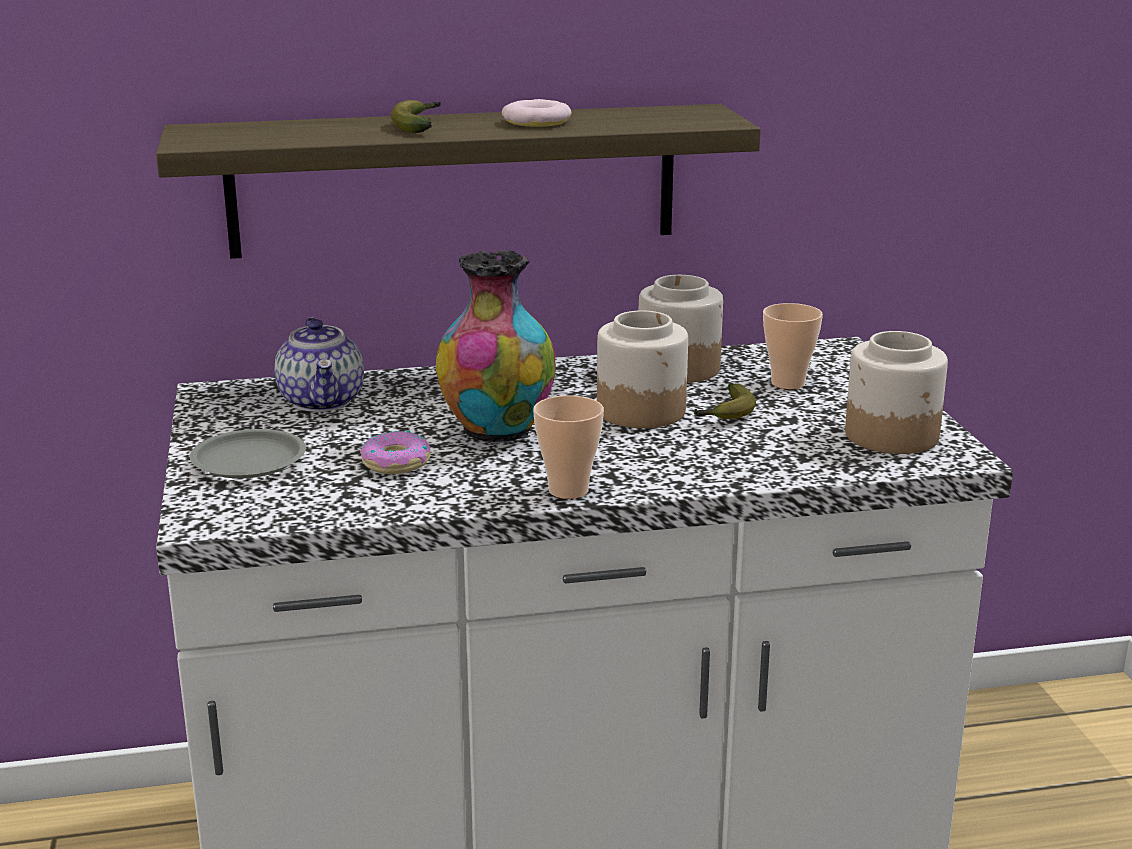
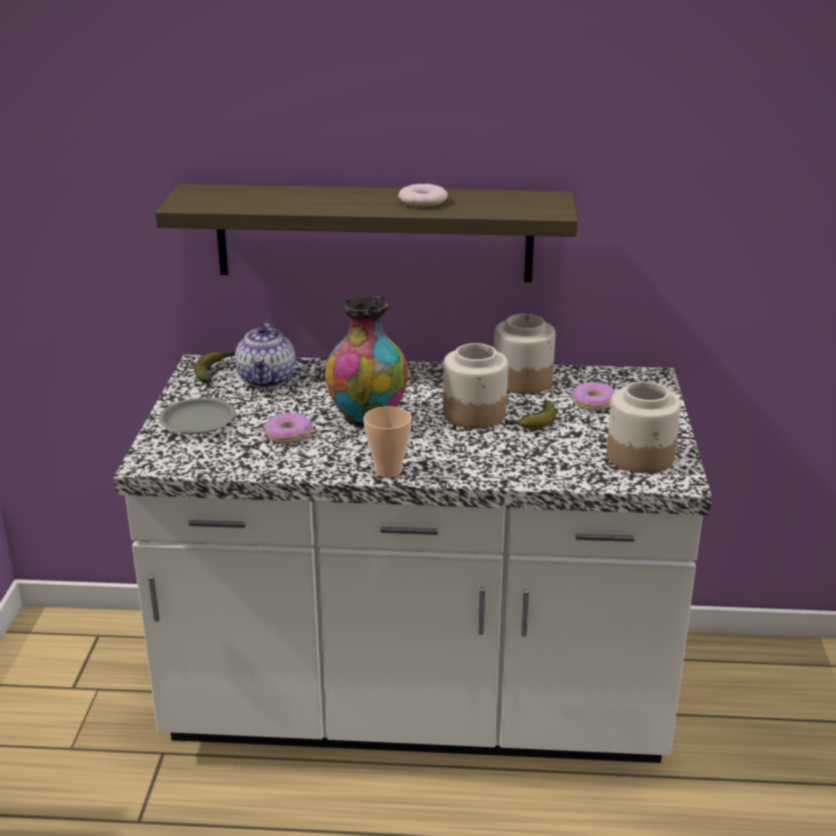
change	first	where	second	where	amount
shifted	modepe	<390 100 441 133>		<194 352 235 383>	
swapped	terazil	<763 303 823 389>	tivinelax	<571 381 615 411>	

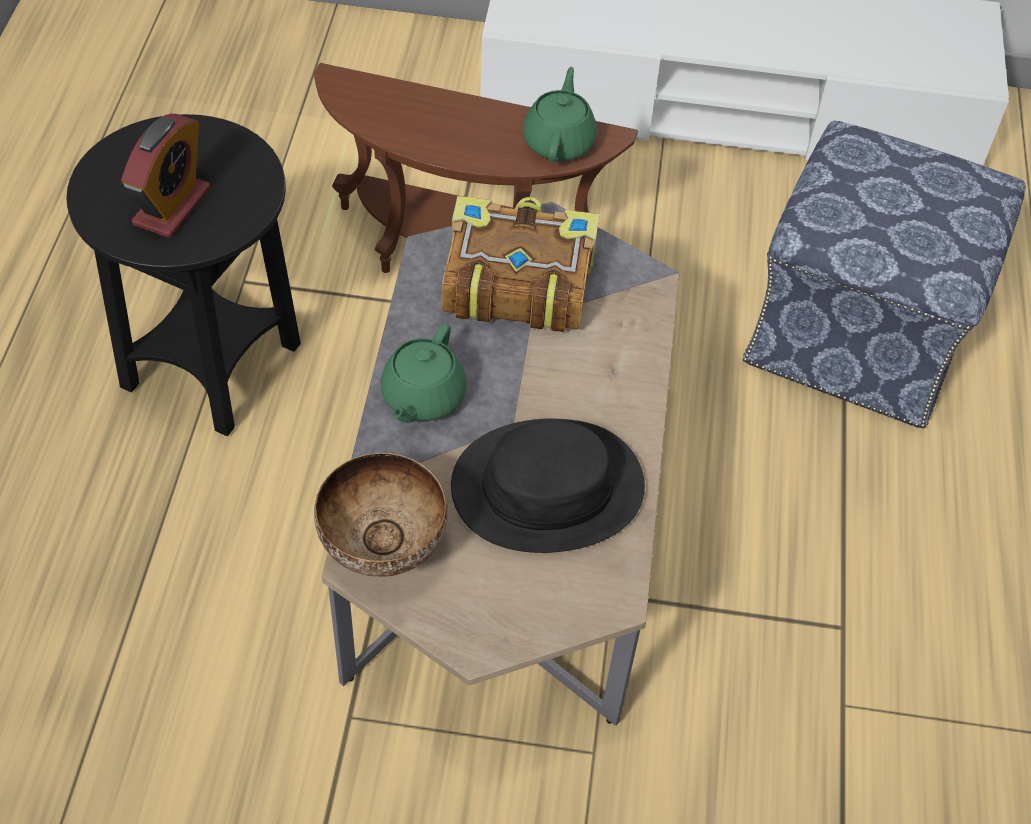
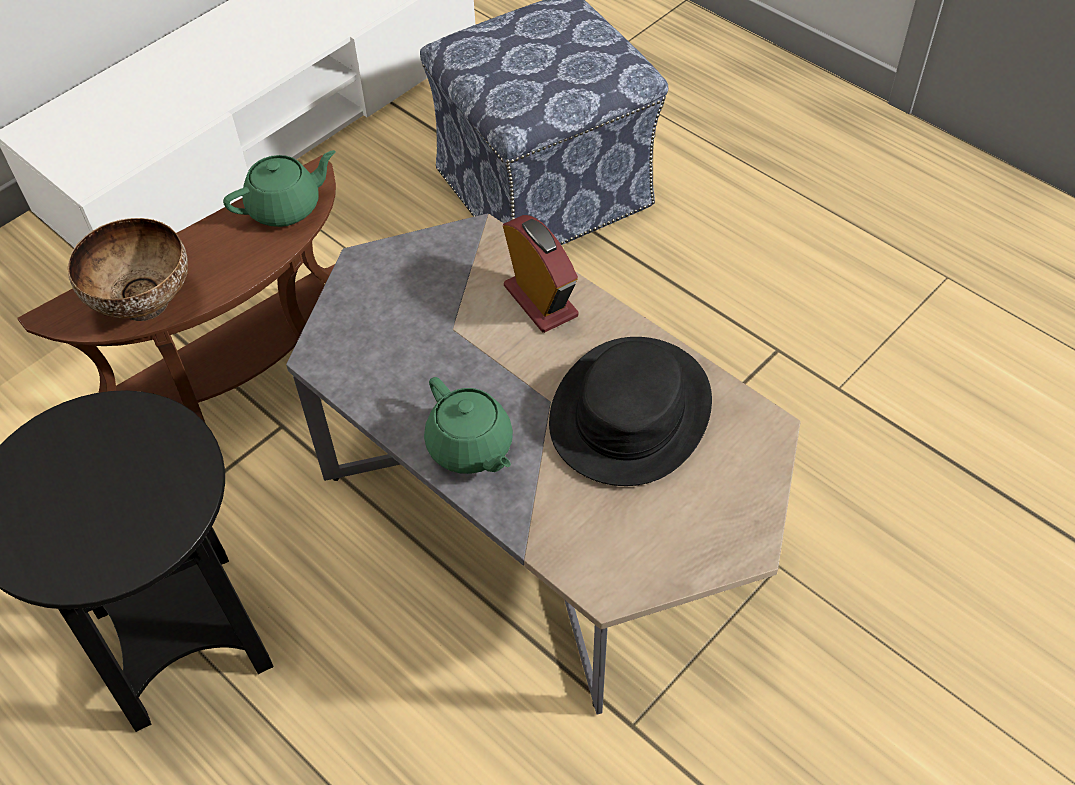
change	first	where	second	where	amount
shifted	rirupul	<314 453 448 577>		<68 218 188 321>	
rotated	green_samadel	<523 67 597 162>		<223 150 335 227>	105 degrees clockwise
shifted	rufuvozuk	<121 114 210 238>		<503 215 578 333>	
gone	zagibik	<442 196 599 332>			

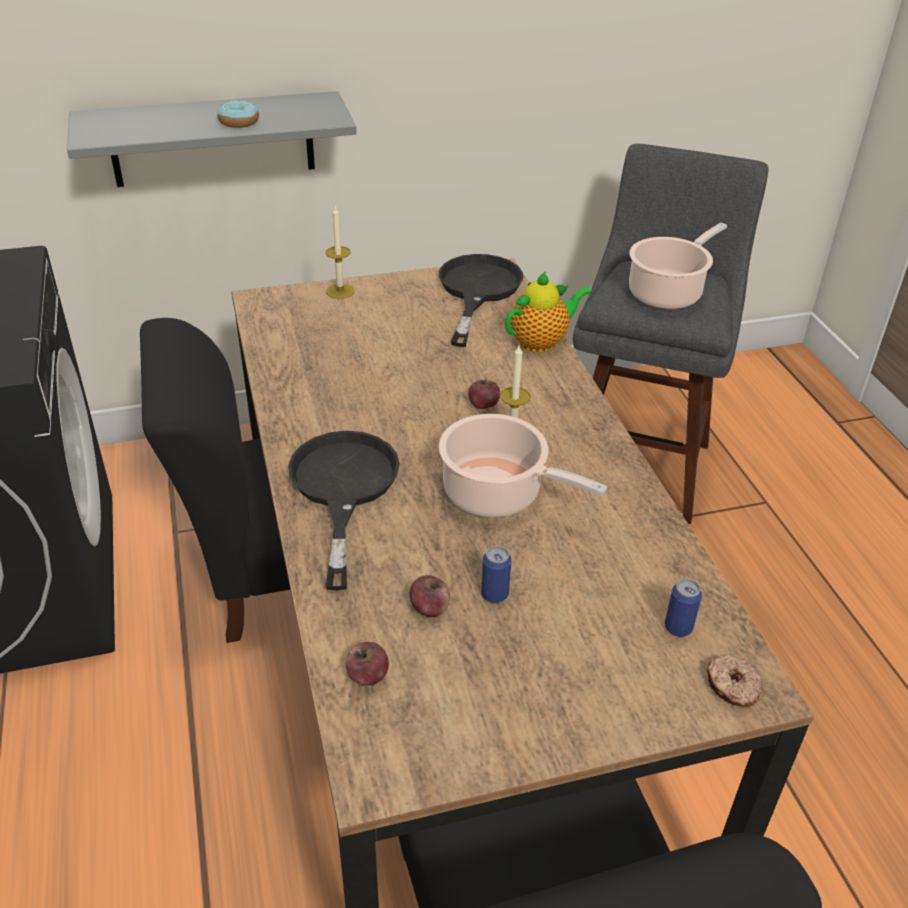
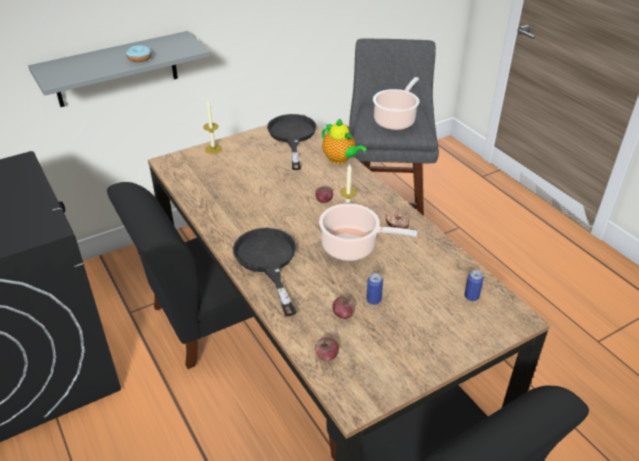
change	first	where	second	where	amount
rotated	samadel	<505 271 593 353>		<322 119 366 164>	90 degrees clockwise
shifted	tivinelax	<706 654 762 707>		<385 211 410 229>	

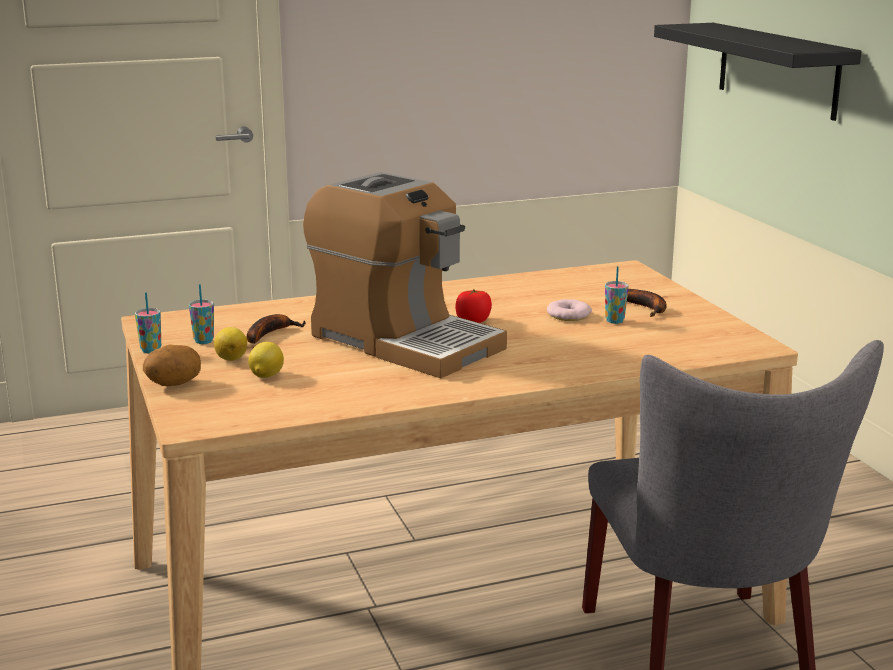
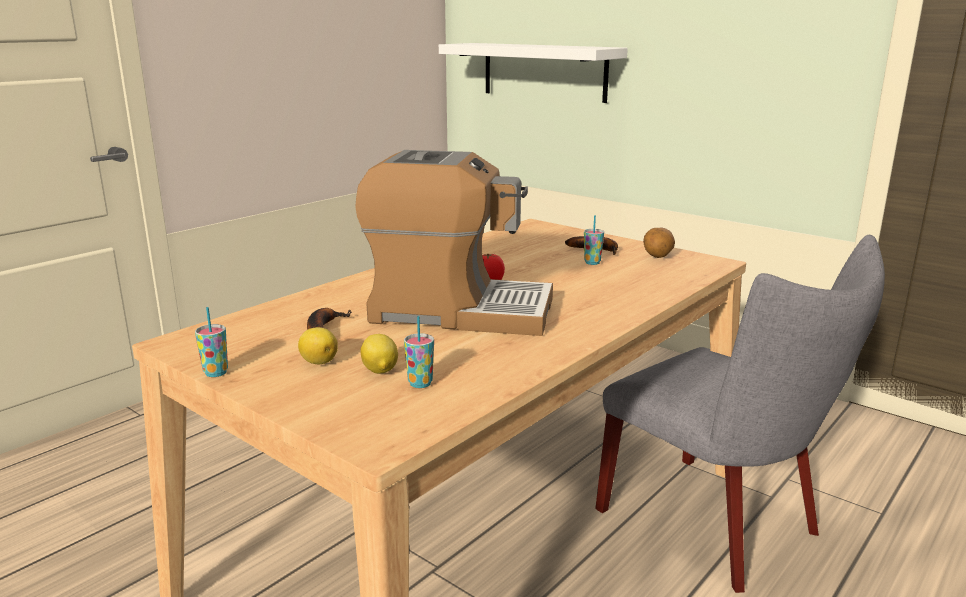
change	first	where	second	where	amount
shifted	terazil	<189 284 214 344>		<404 316 434 388>	
repainted	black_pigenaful	<654 23 862 121>	white_pigenaful	<439 43 628 103>	
shifted	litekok	<143 345 201 386>		<643 227 675 258>	
gone	tivinelax	<547 299 592 321>			

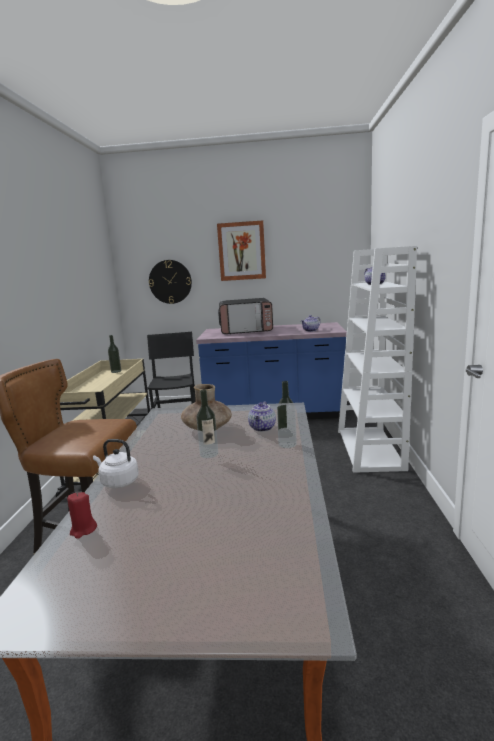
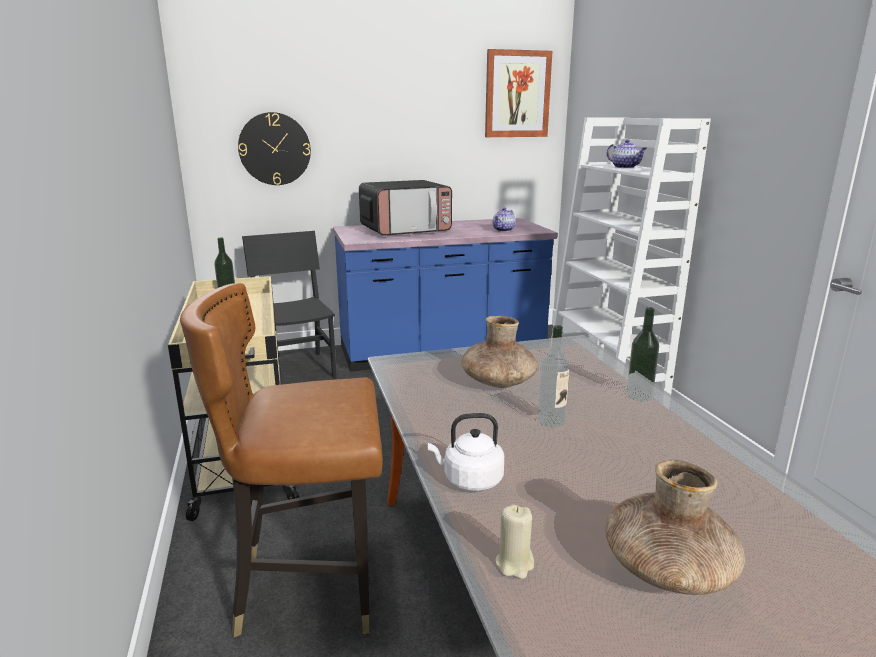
change	first	where	second	where	amount
shifted	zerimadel	<217 220 266 281>		<485 49 552 137>	
repainted	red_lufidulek	<67 492 97 539>	beige_lufidulek	<495 504 534 579>	
new			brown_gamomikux	<605 460 745 595>	
gone	samadel	<248 401 276 432>			

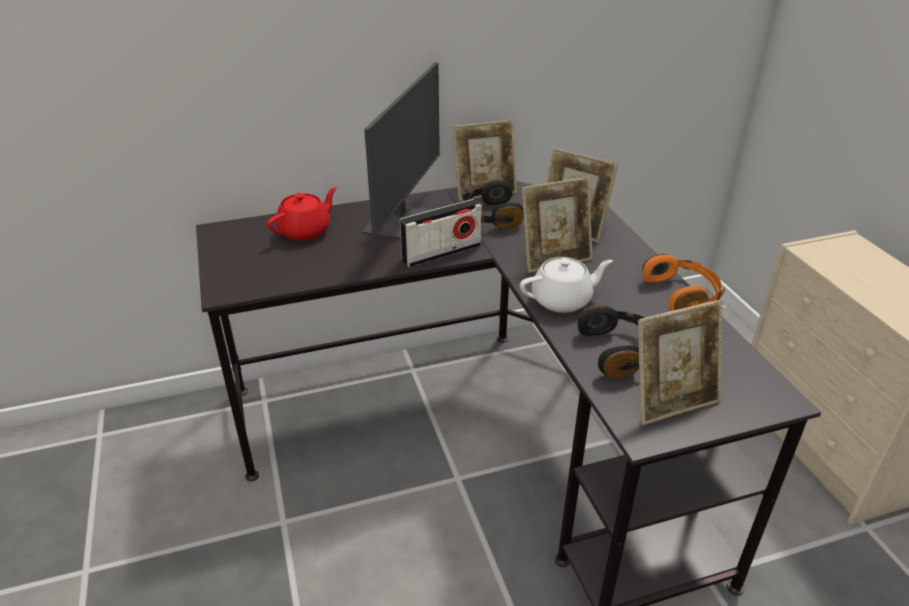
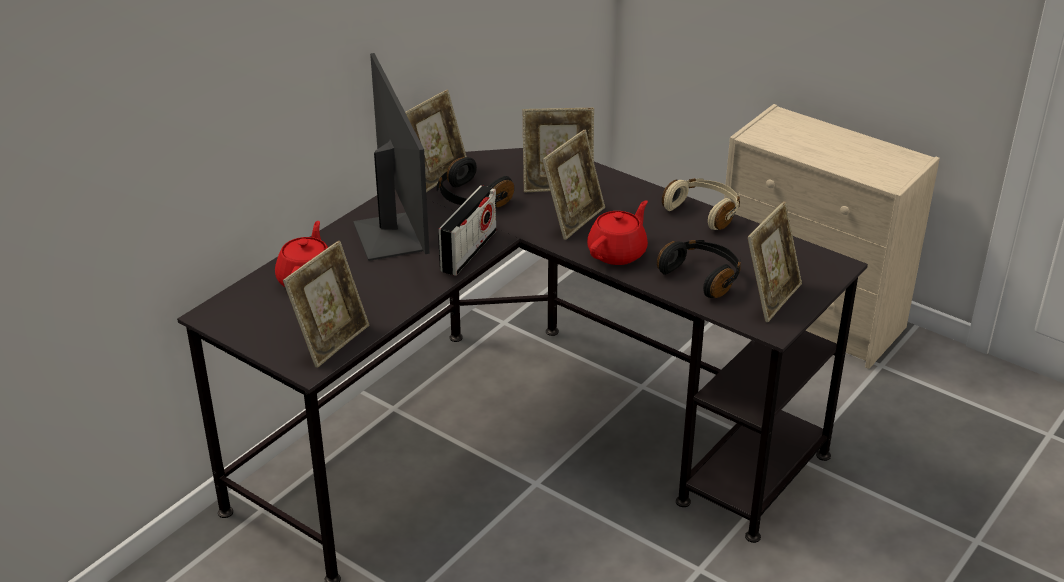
change	first	where	second	where	amount
new			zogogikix	<283 241 369 368>	
repainted	white_samadel	<520 257 613 313>	red_samadel	<587 200 648 265>	
repainted	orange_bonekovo	<642 254 725 311>	beige_bonekovo	<662 178 740 230>	

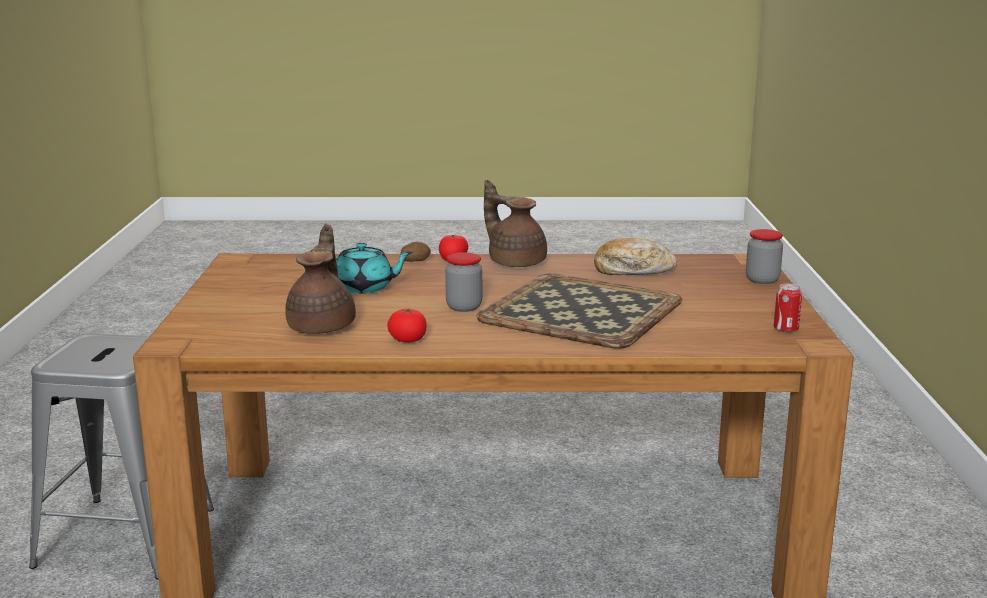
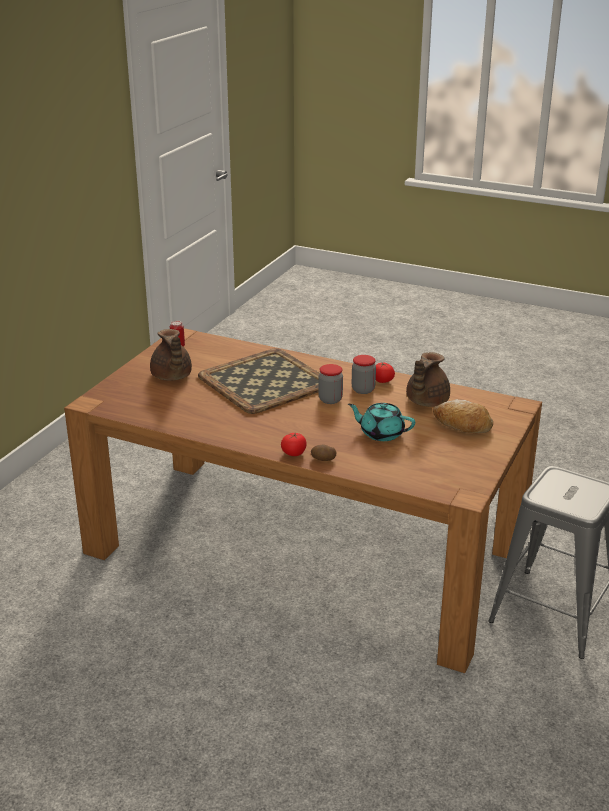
change	first	where	second	where	amount
shifted	brown_samadel	<484 180 547 267>		<150 329 192 381>	
shifted	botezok	<746 229 783 284>		<352 355 376 394>	
shifted	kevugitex	<594 238 677 275>		<433 399 493 434>	

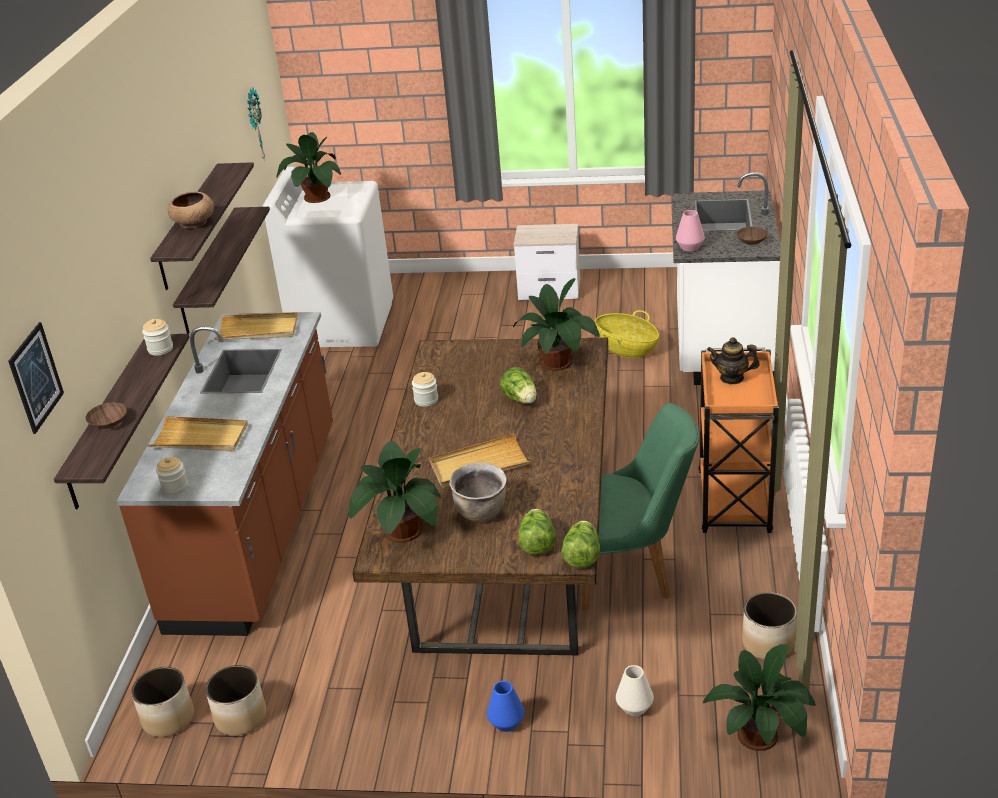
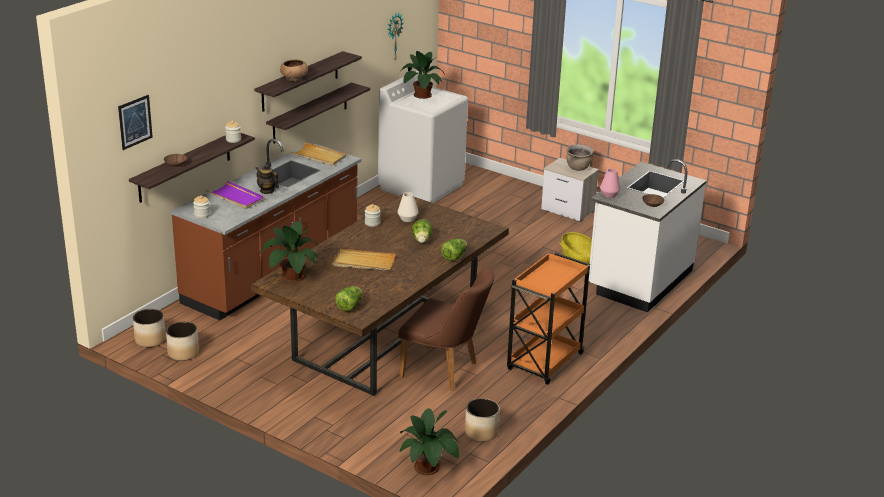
change	first	where	second	where	amount
repainted	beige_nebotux	<147 416 248 451>	purple_nebotux	<206 180 265 209>	
shifted	samadel	<707 337 760 384>		<256 164 279 194>	
shifted	white_gamomikux	<616 665 654 716>		<398 192 418 222>	
repainted	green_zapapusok	<581 403 699 610>	brown_zapapusok	<399 267 494 391>	
shifted	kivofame	<561 521 600 568>		<441 238 467 261>	
shifted	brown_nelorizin	<449 463 507 522>		<566 144 593 171>	
gone	blue_gamomikux	<487 681 525 732>			
gone	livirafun	<513 278 600 371>			

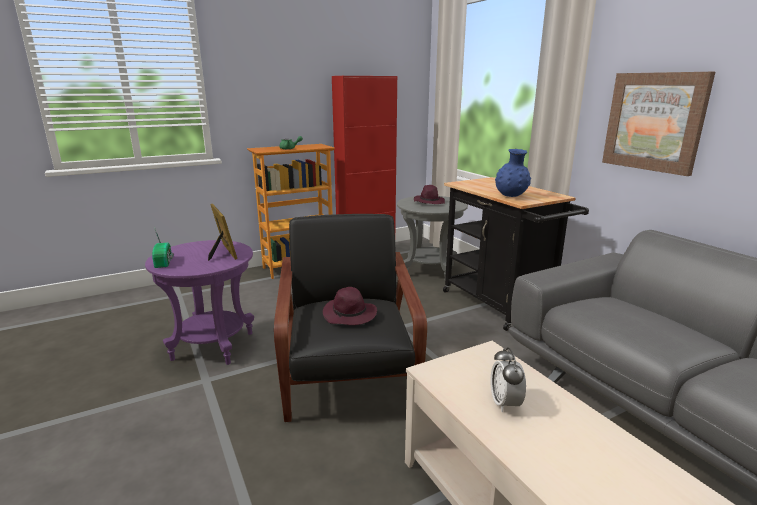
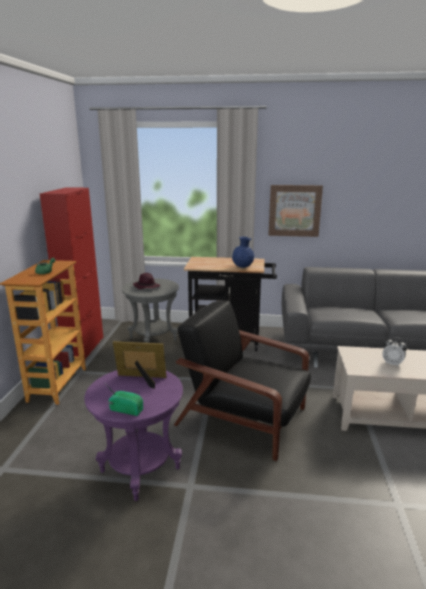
change	first	where	second	where	amount
gone	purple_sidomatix	<323 287 377 325>			

